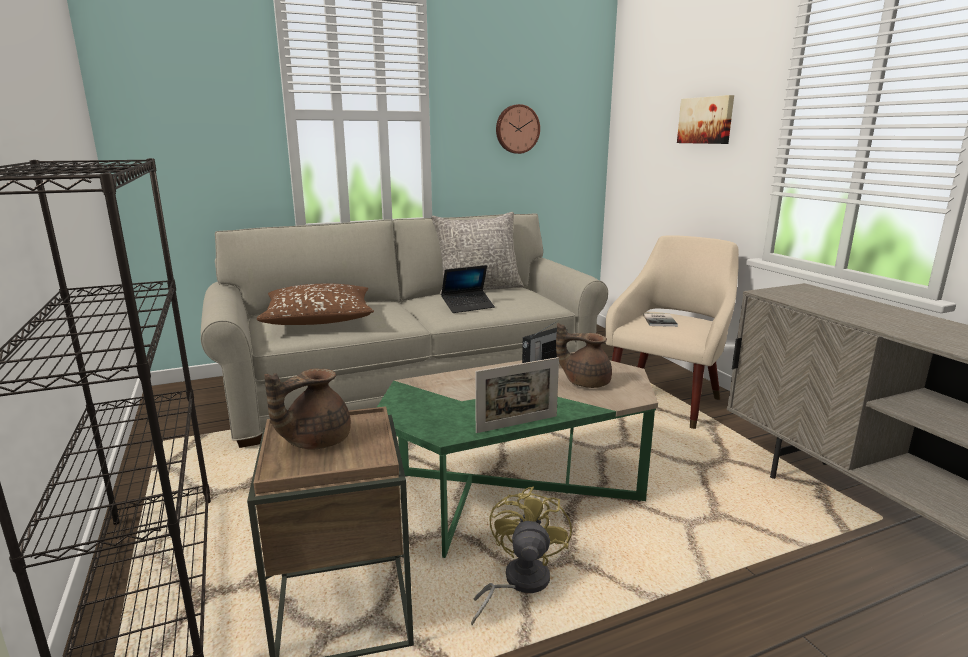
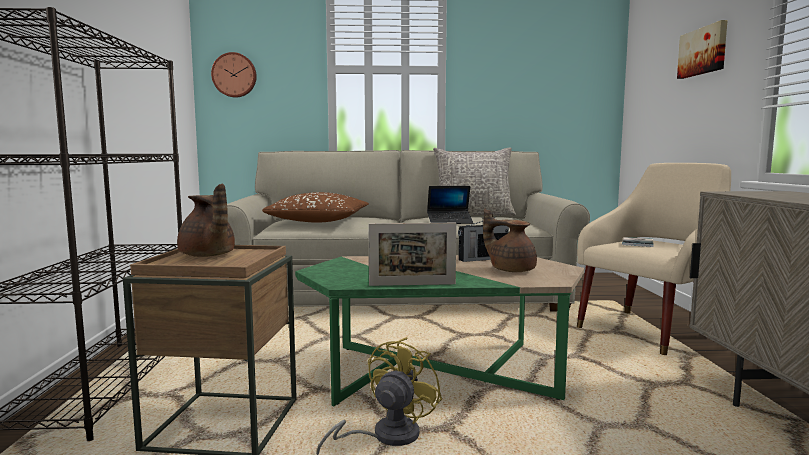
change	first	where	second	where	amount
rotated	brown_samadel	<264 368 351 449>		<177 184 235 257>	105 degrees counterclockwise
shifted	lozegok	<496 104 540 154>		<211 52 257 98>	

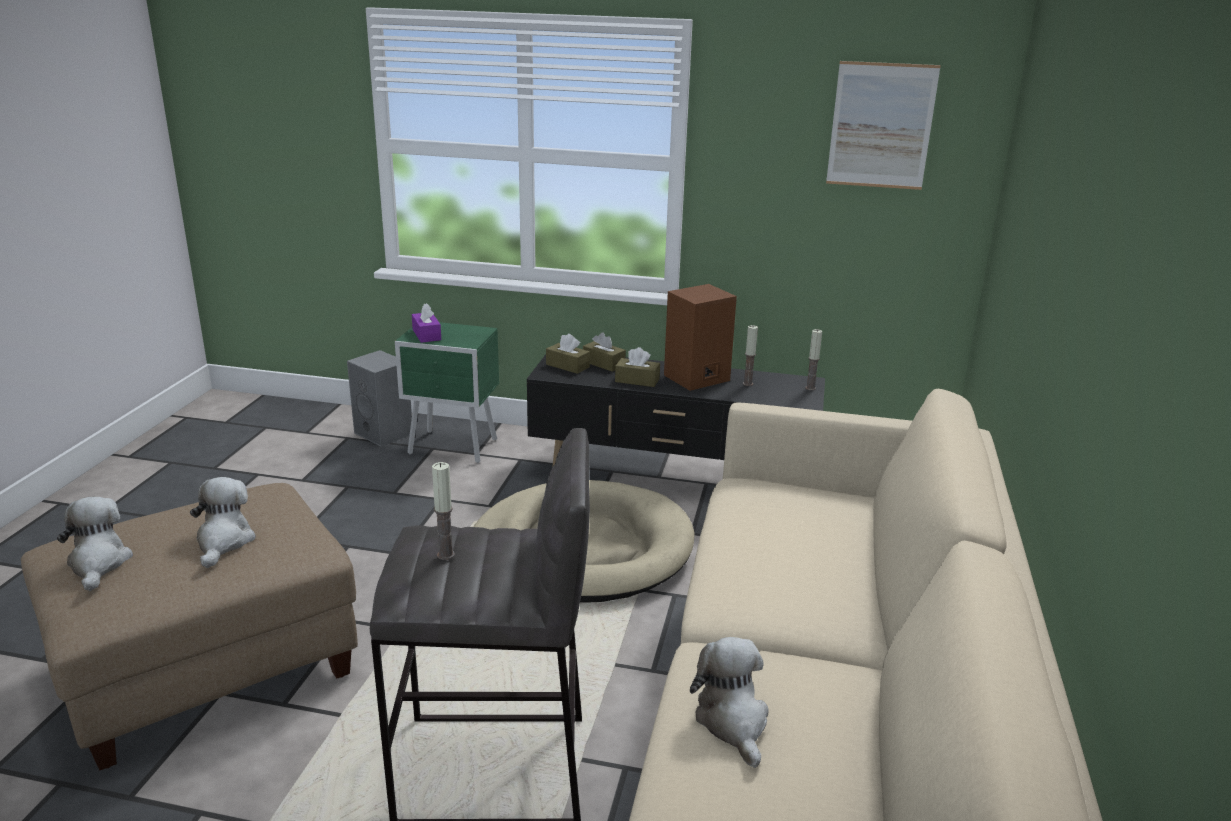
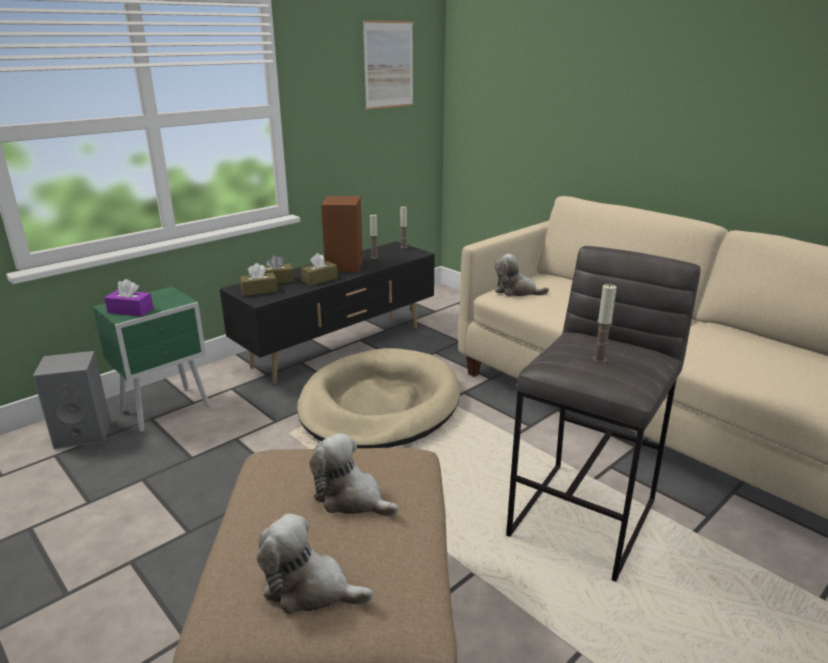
change	first	where	second	where	amount
shifted	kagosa	<690 637 769 768>		<494 254 549 296>	

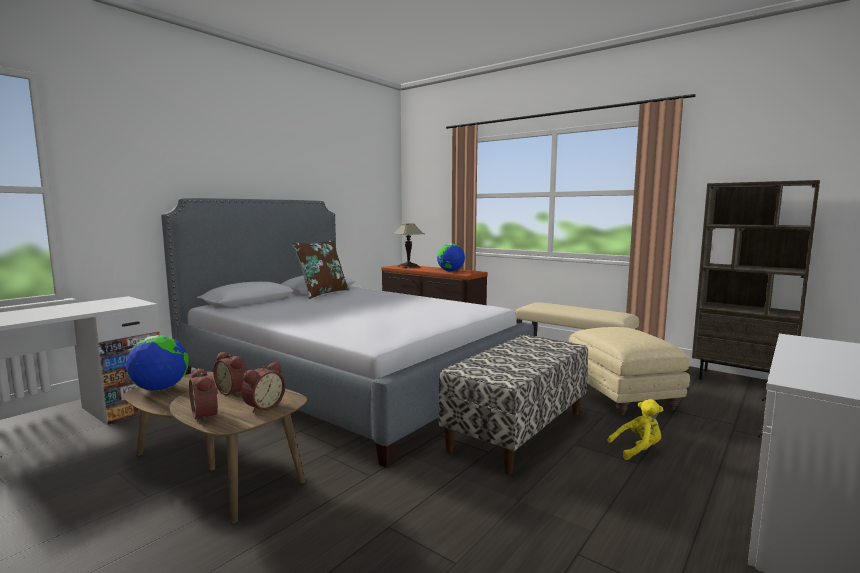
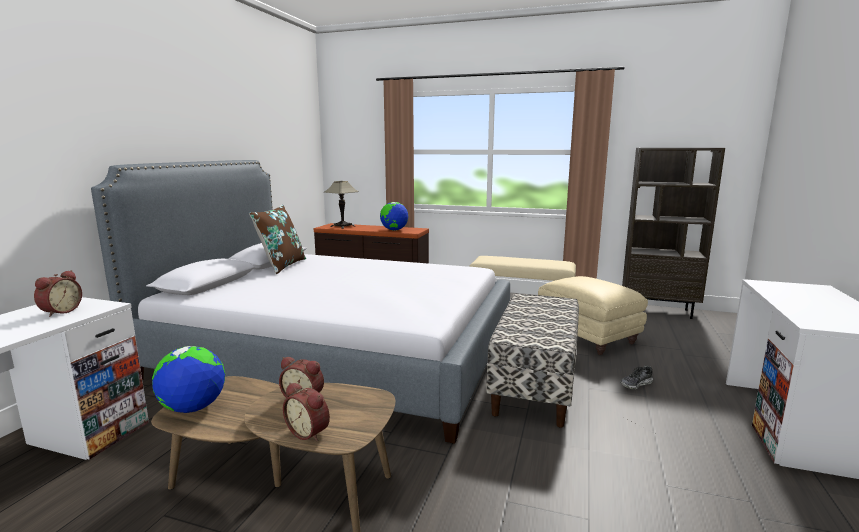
change	first	where	second	where	amount
shifted	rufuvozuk	<241 362 285 413>		<34 270 82 317>	
swapped	yellow_kagosa	<608 399 663 460>	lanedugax	<620 365 653 390>	

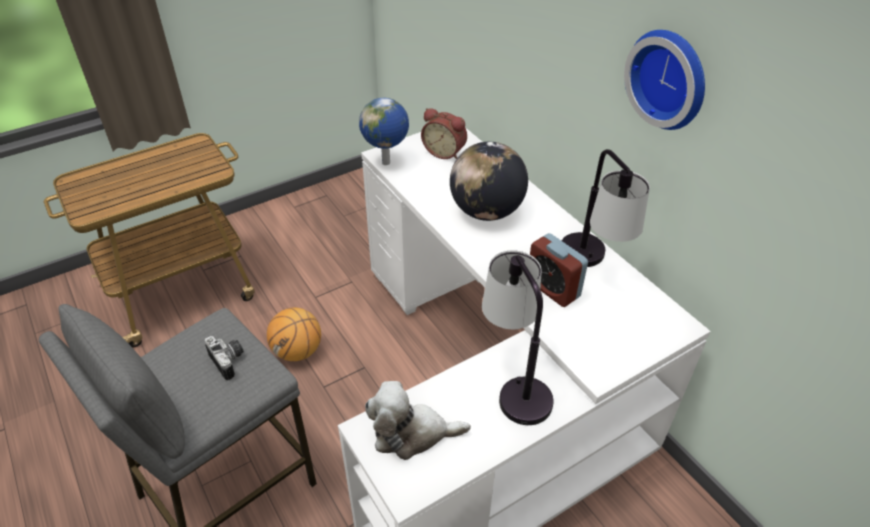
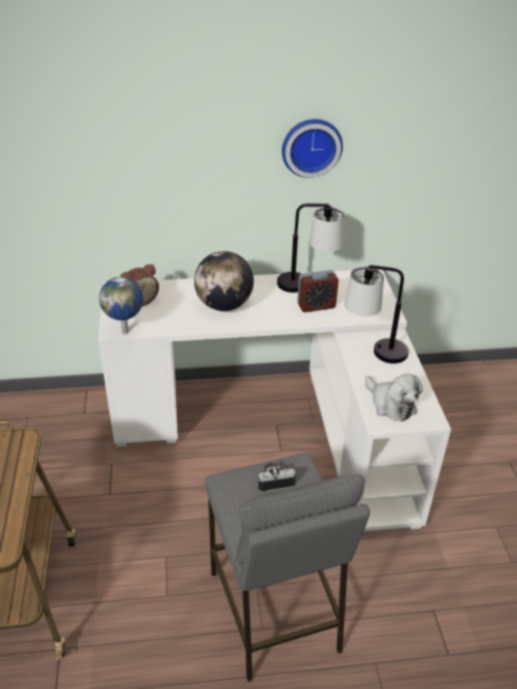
change	first	where	second	where	amount
rotated	kagosa	<365 381 471 460>		<365 374 423 422>	60 degrees counterclockwise
gone	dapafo	<267 308 321 361>			

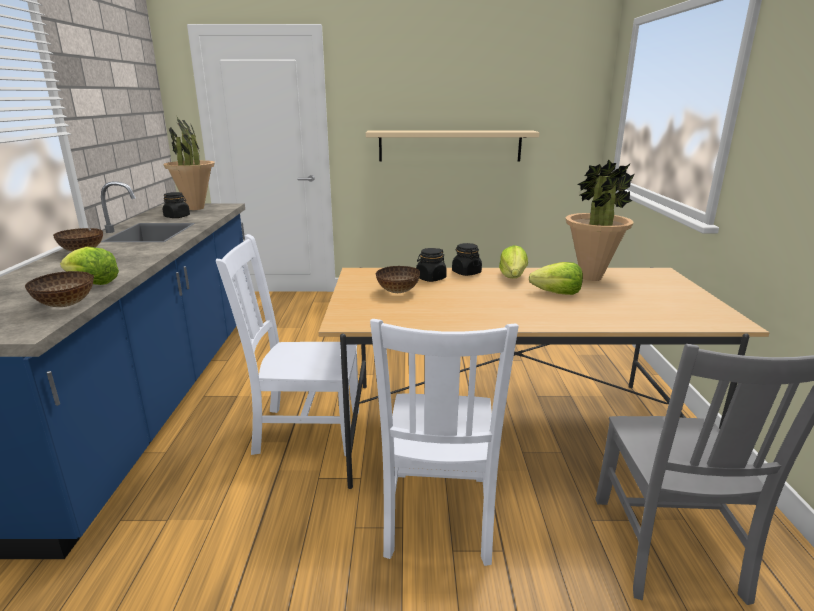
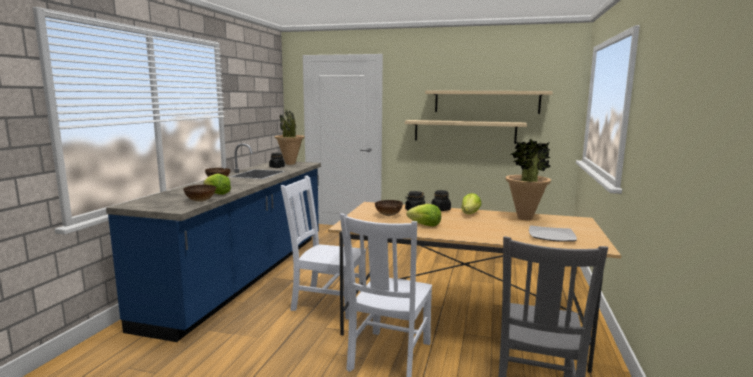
change	first	where	second	where	amount
shifted	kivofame	<529 262 583 295>		<406 204 441 226>	
new			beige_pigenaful	<425 90 553 114>	
new			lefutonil	<529 225 577 242>	

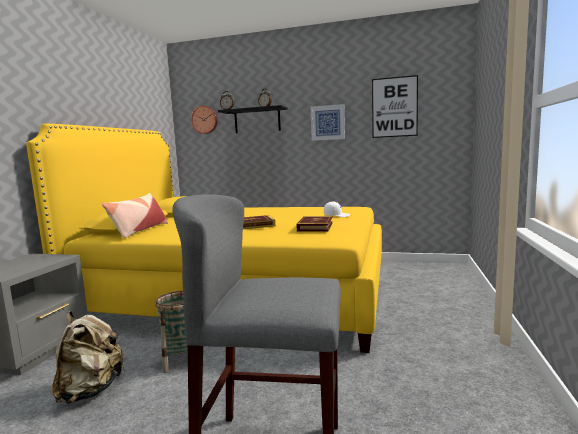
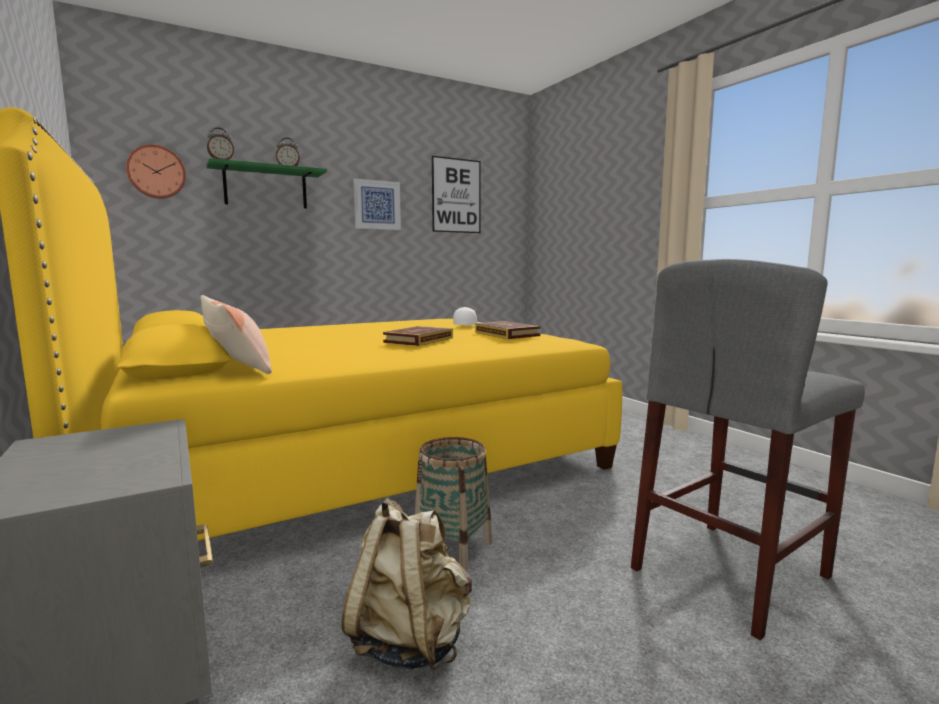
change	first	where	second	where	amount
repainted	black_pigenaful	<218 105 288 133>	green_pigenaful	<206 158 327 209>	

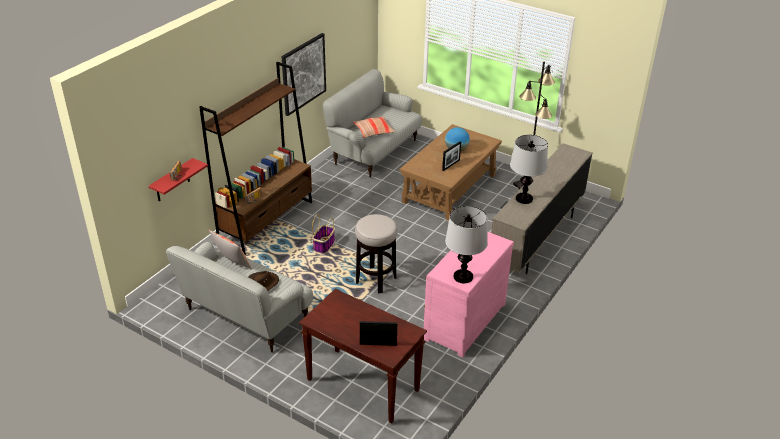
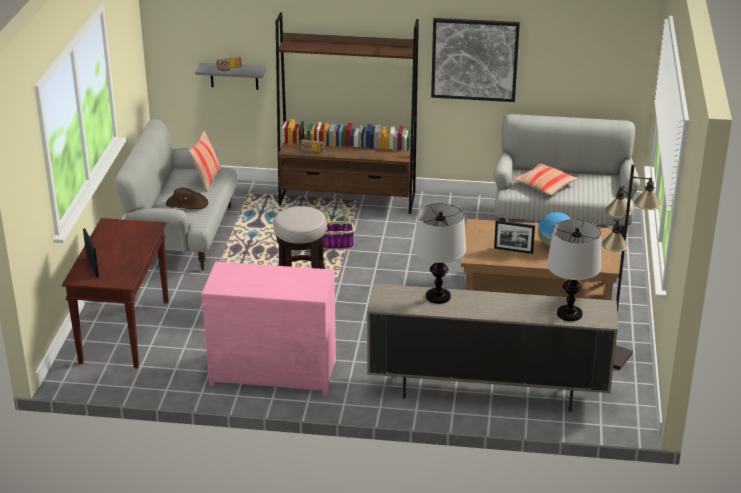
change	first	where	second	where	amount
repainted	red_pigenaful	<149 158 208 201>	grey_pigenaful	<195 63 267 90>	
shifted	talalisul	<445 206 488 283>		<547 219 601 321>	

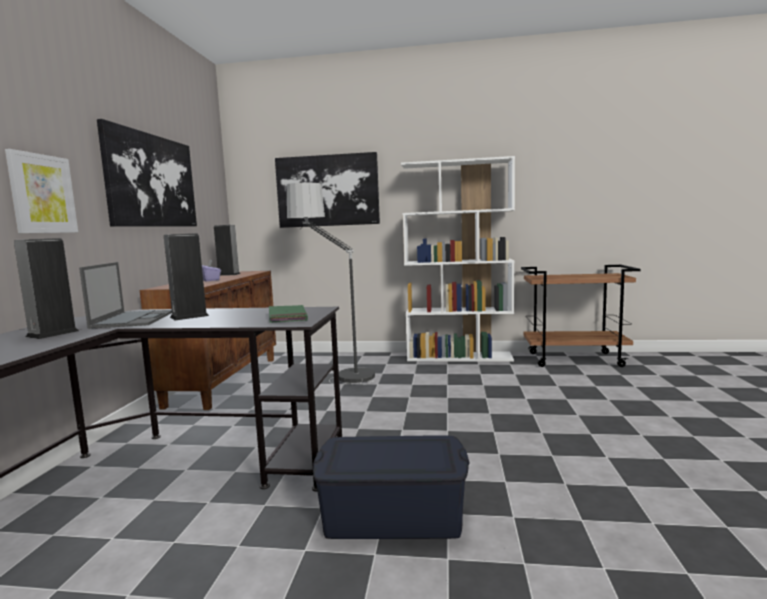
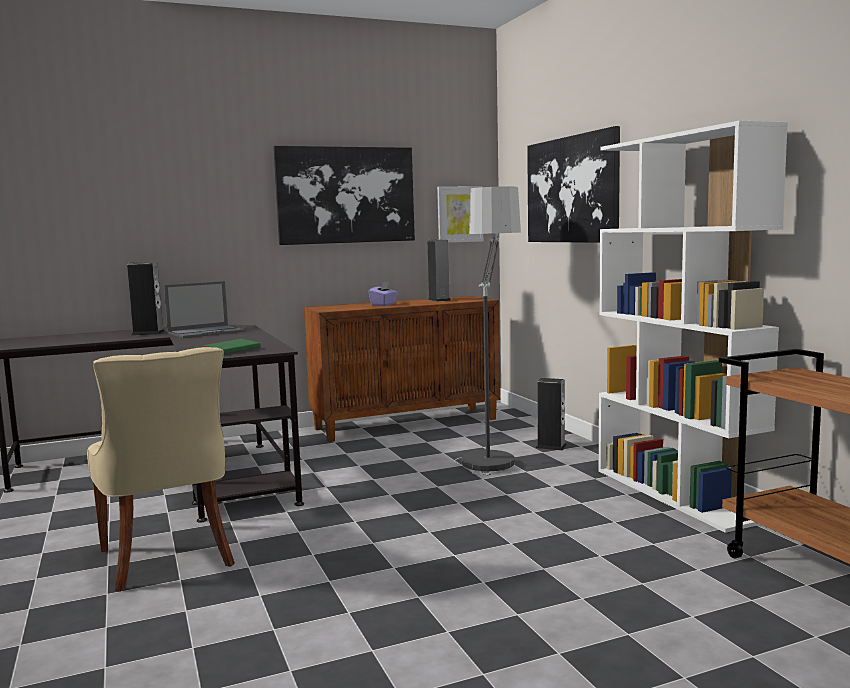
change	first	where	second	where	amount
swapped	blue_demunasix	<313 435 469 539>	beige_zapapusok	<87 347 235 592>	
shifted	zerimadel	<5 149 78 234>		<437 186 483 243>	
shifted	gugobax	<164 233 209 320>		<536 378 567 451>	

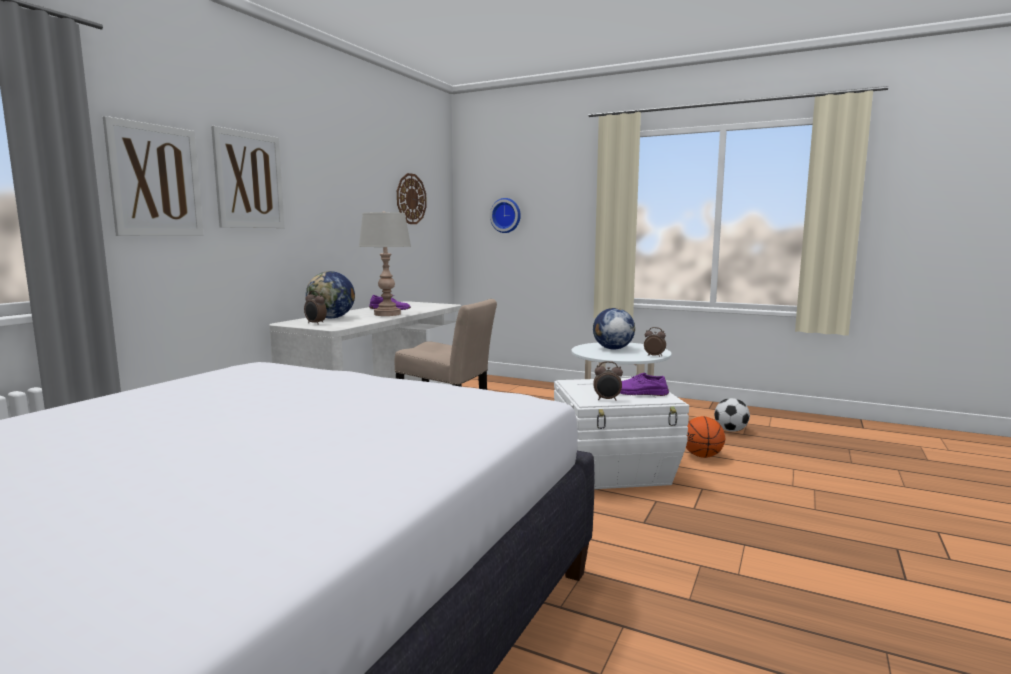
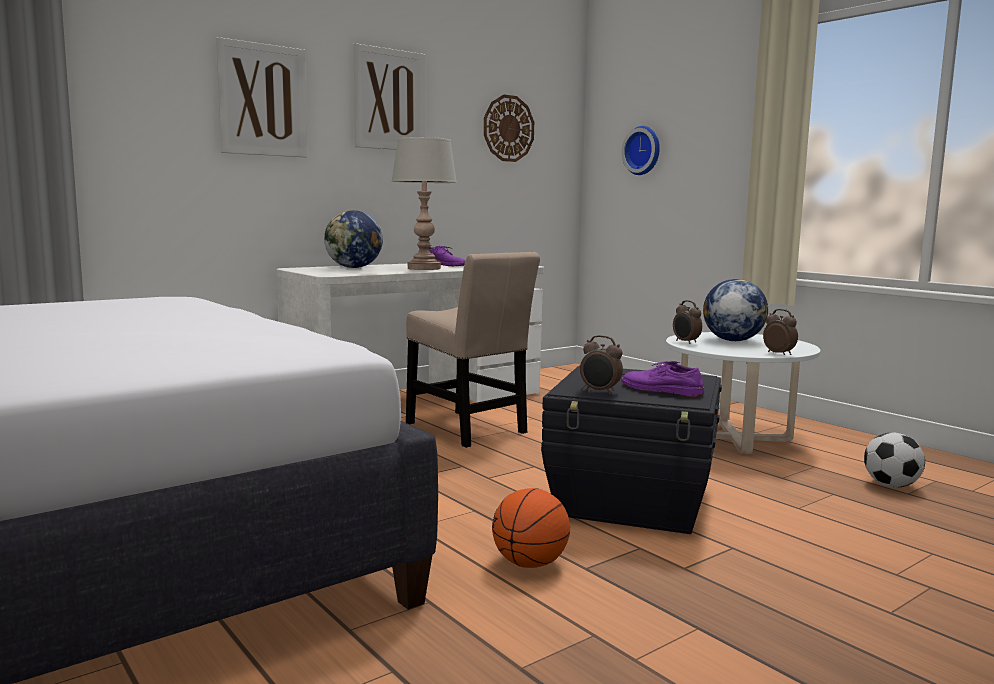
change	first	where	second	where	amount
shifted	zerimadel	<103 116 203 236>		<354 43 426 150>	
shifted	dapafo	<686 416 725 458>		<492 488 570 568>	
repainted	white_demunasix	<554 378 689 489>	black_demunasix	<541 366 722 534>	
shifted	rufuvozuk	<304 291 327 325>		<673 300 702 344>	

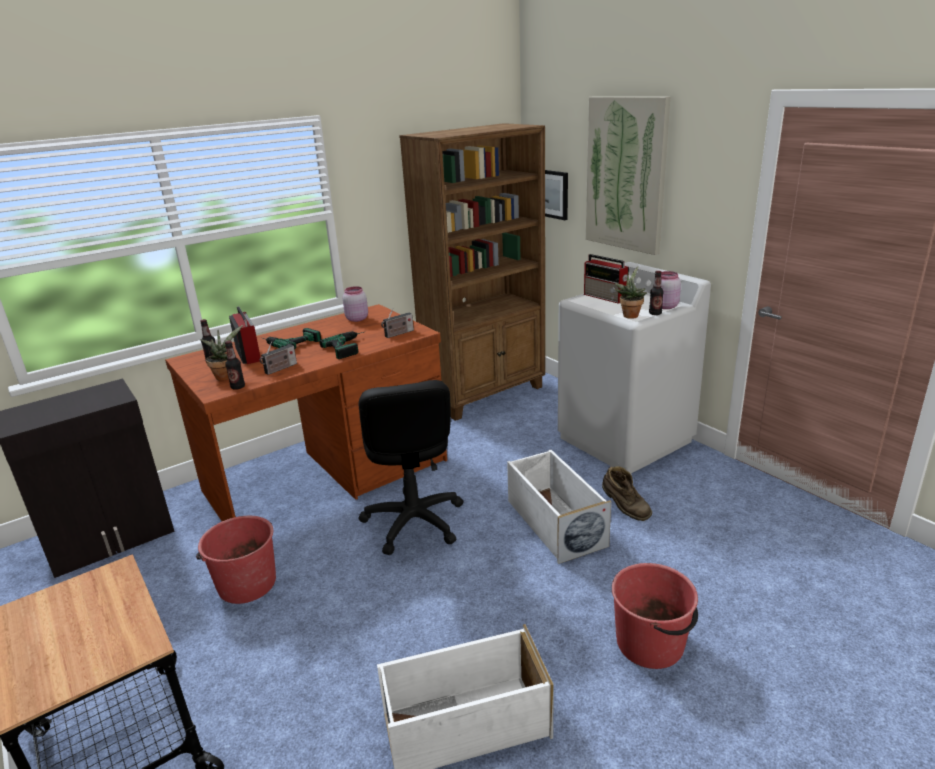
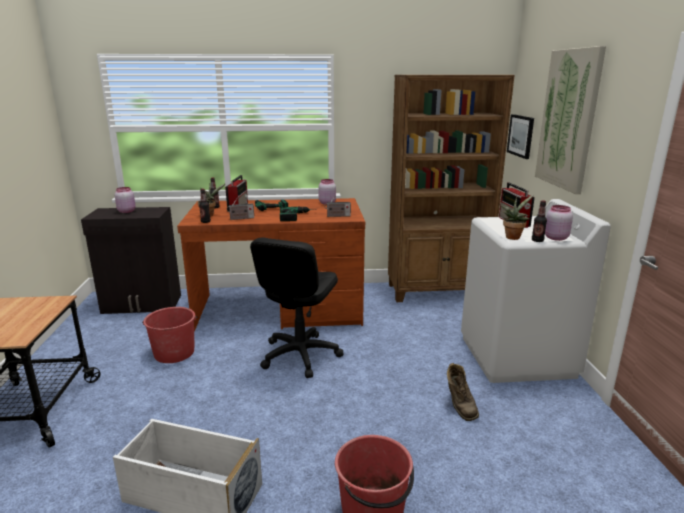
change	first	where	second	where	amount
new			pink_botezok	<115 187 136 213>	
gone	white_demunasix	<507 450 611 564>			

